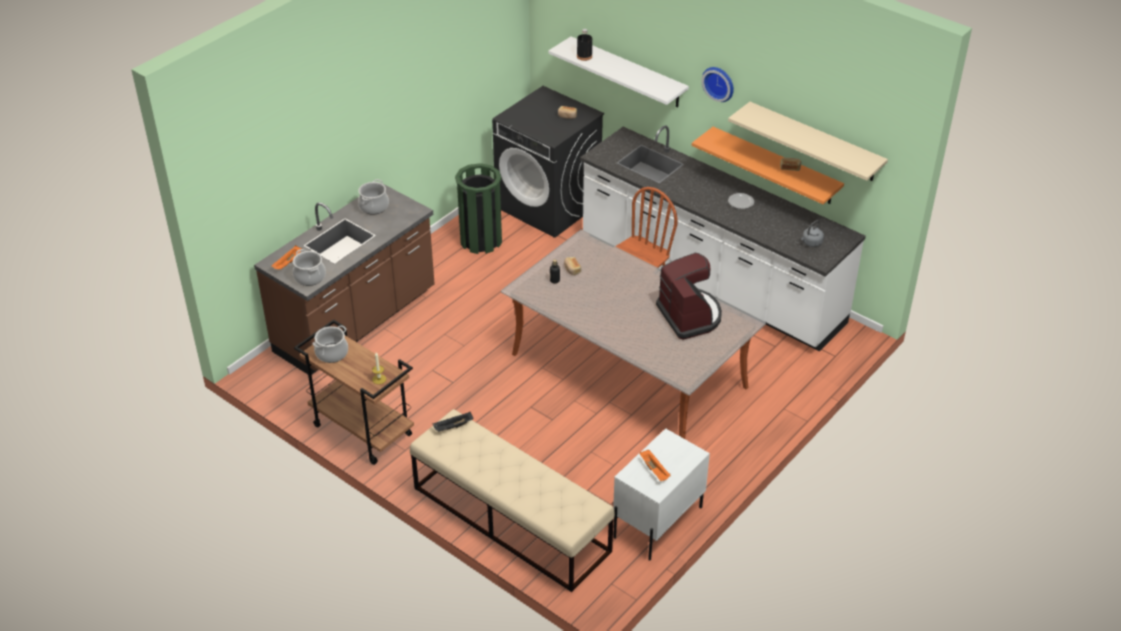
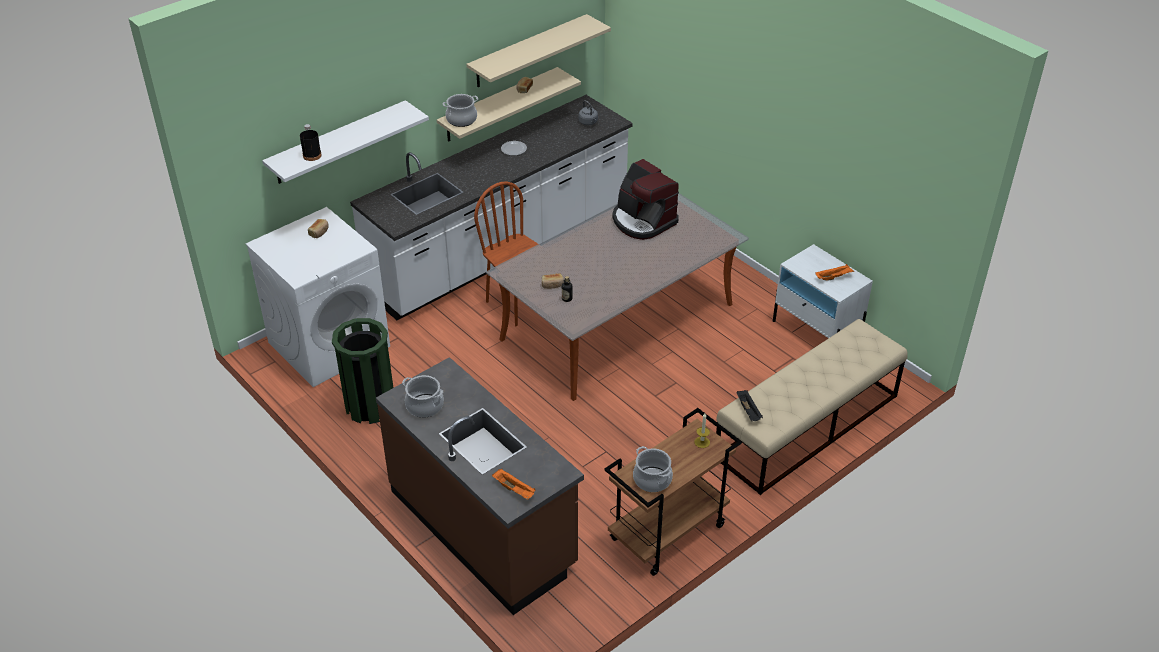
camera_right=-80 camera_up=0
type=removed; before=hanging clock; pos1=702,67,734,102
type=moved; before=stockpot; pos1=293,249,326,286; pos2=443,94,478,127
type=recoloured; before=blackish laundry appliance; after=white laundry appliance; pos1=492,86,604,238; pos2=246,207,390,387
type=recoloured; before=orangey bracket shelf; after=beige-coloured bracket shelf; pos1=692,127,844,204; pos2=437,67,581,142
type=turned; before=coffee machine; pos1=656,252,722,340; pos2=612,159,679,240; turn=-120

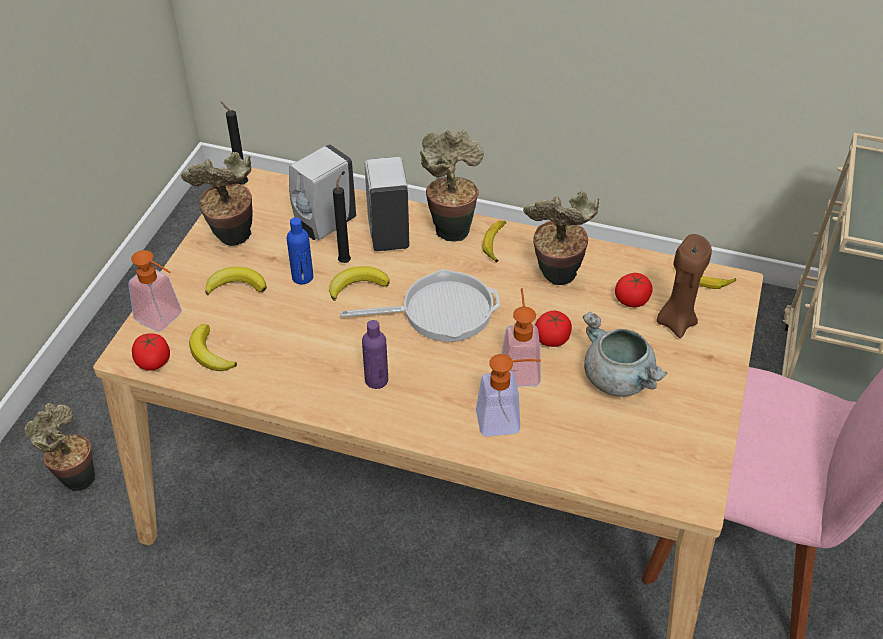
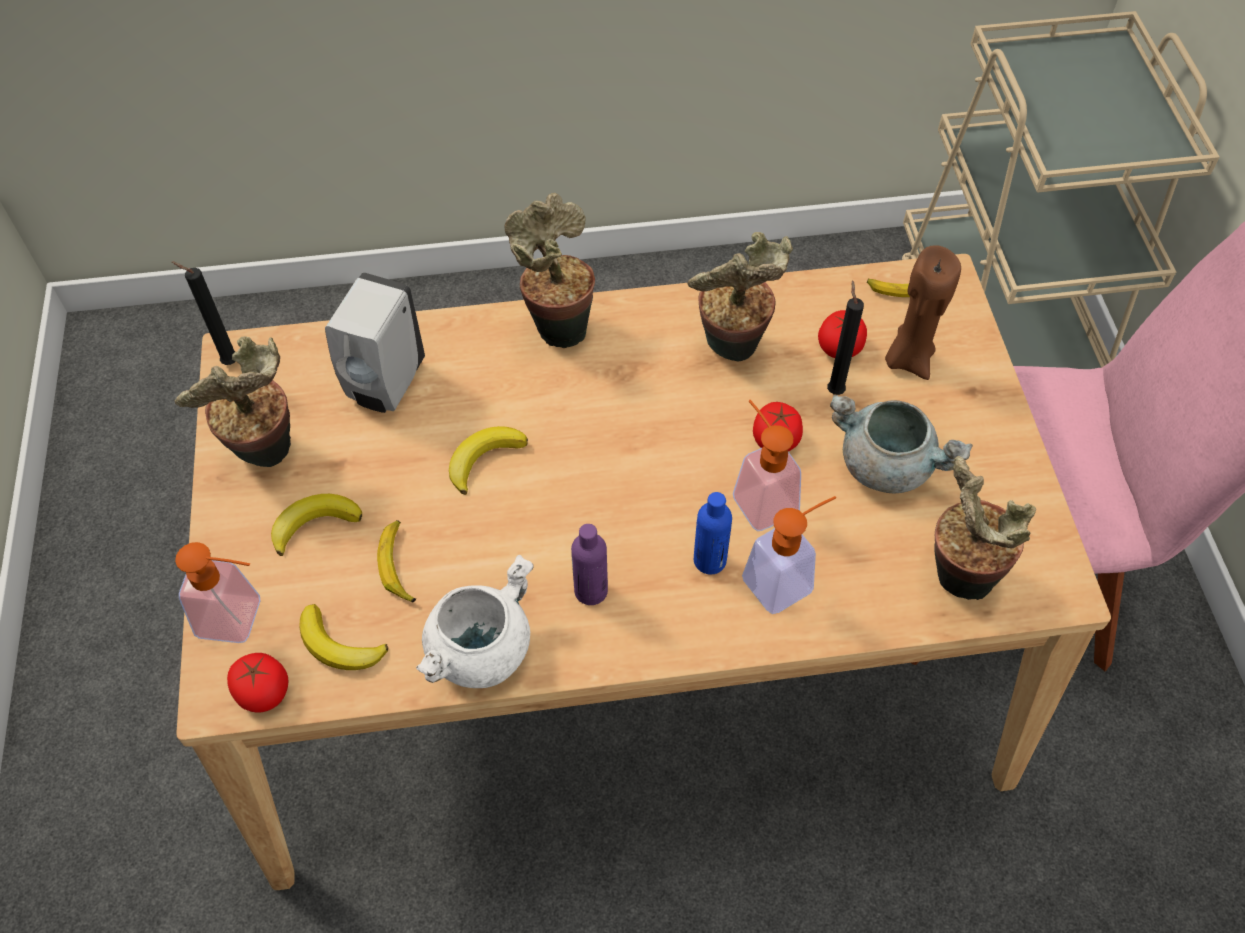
camera_right=-25 camera_up=10
type=removed; before=frying pan; pos1=340,269,501,342
type=removed; before=white liquid soap bottle; pos1=365,157,409,251
type=added; after=white stockpot; pos2=416,555,534,688
type=moved; before=houseplant; pos1=24,403,95,491; pos2=935,456,1036,600
type=moved; before=blue-coloured drink bottle; pos1=287,217,313,284; pos2=694,492,732,574
type=moved; before=blackish candle; pos1=333,174,351,263; pos2=827,280,864,395
type=moved; before=banana; pos1=483,221,506,262; pos2=377,520,416,603

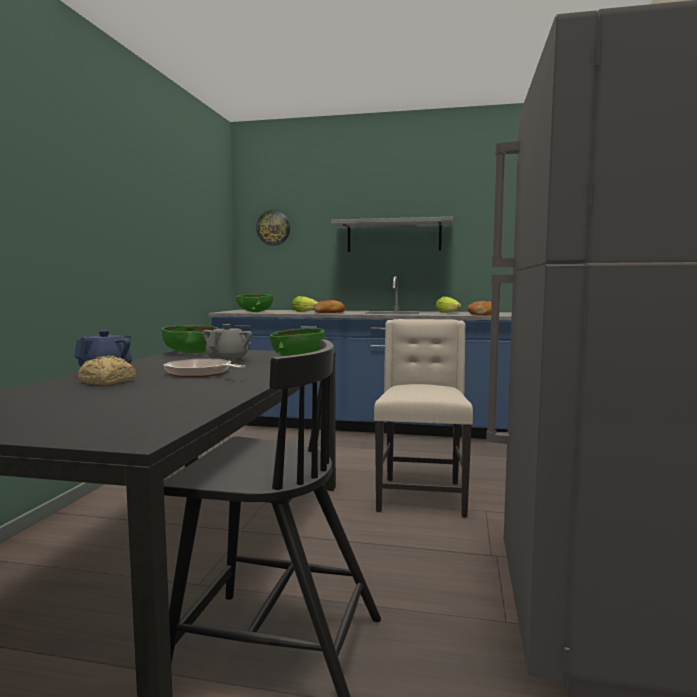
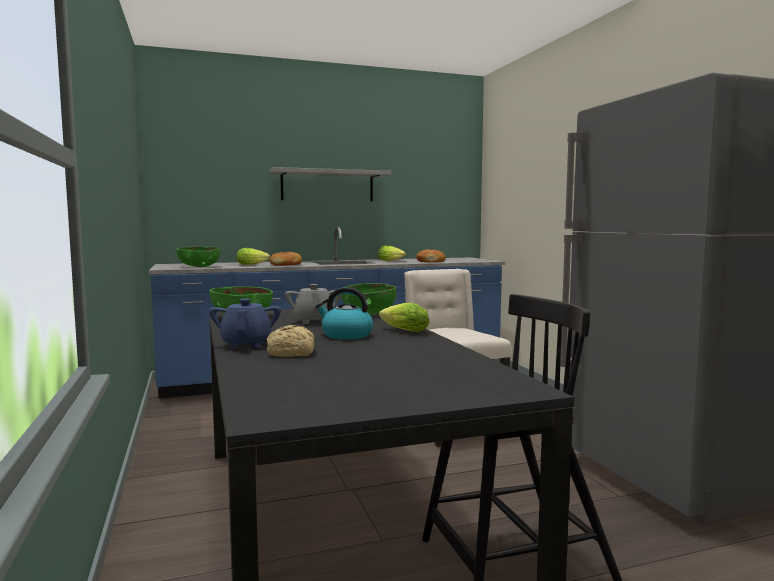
camera_right=-30 camera_up=0
type=removed; before=hanging clock; pos1=256,210,290,246
type=added; after=lettuce head; pos2=379,303,429,332
type=replaced; before=frying pan; after=tea kettle; pos1=164,359,246,377; pos2=315,287,373,340

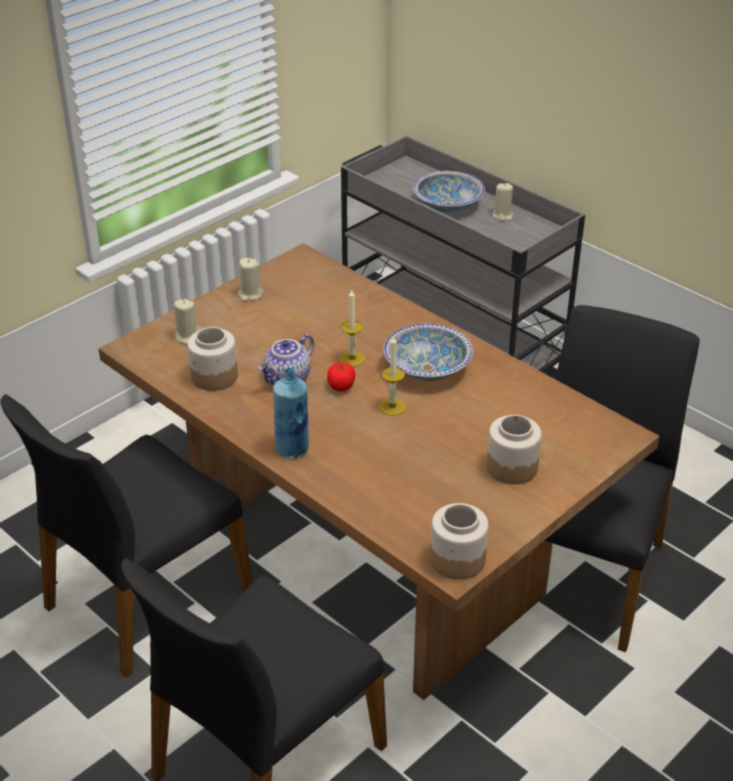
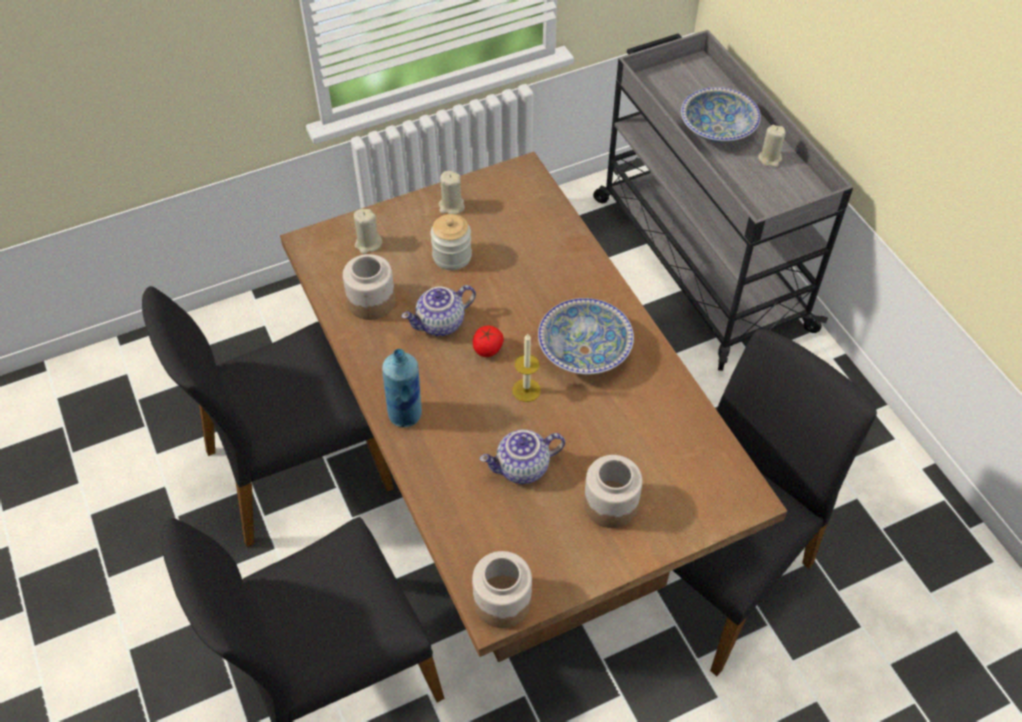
camera_right=20 camera_up=15
type=removed; before=candle; pos1=339,290,365,367
type=added; after=preserve jar; pos2=431,214,472,270
type=added; after=pot for tea; pos2=479,429,565,484

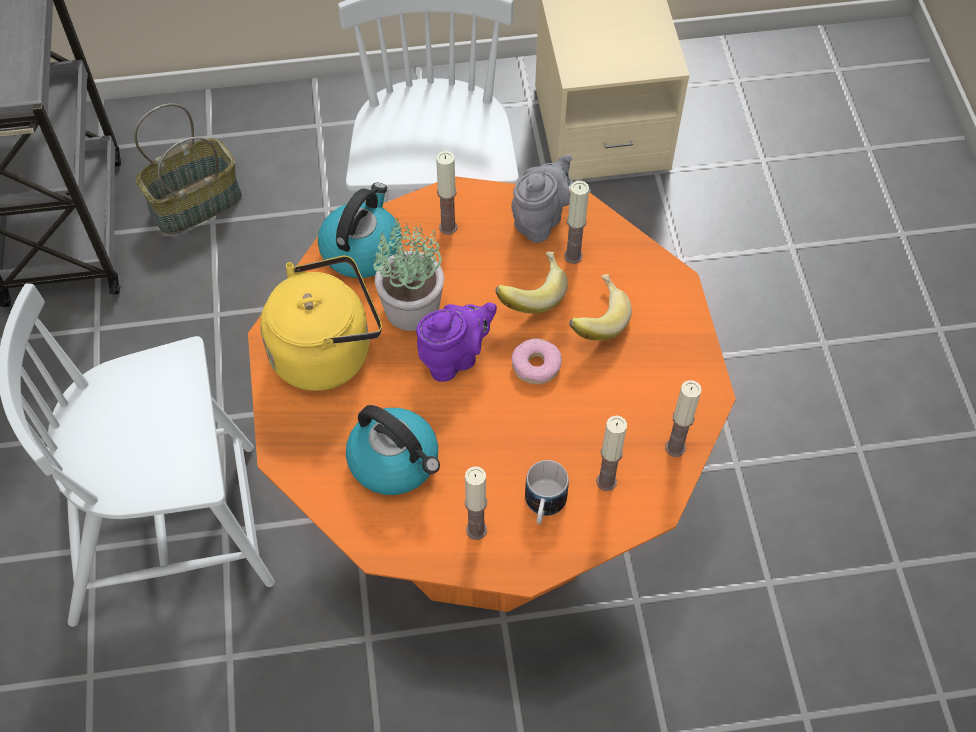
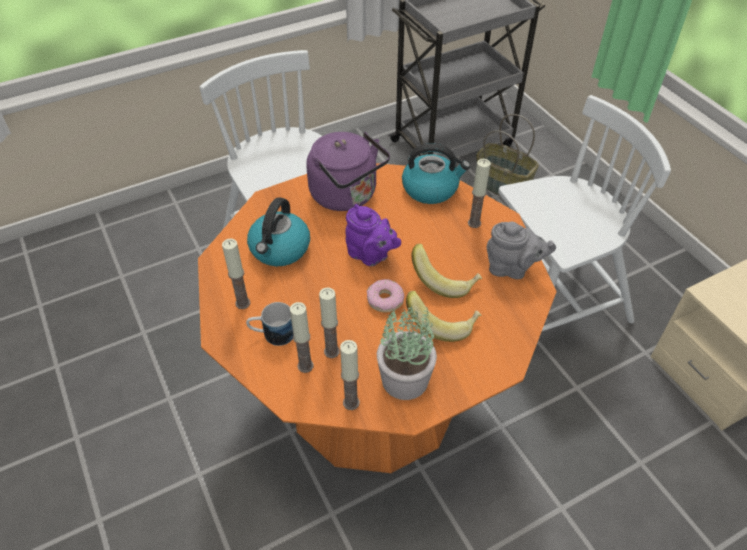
camera_right=70 camera_up=-10
type=moved; before=houseplant; pos1=374,218,444,331; pos2=377,304,437,400
type=moved; before=candle; pos1=564,181,589,264; pos2=319,287,340,358
type=recoloured; before=yellow tea kettle; after=purple-coloured tea kettle; pos1=260,255,382,391; pos2=306,132,390,211

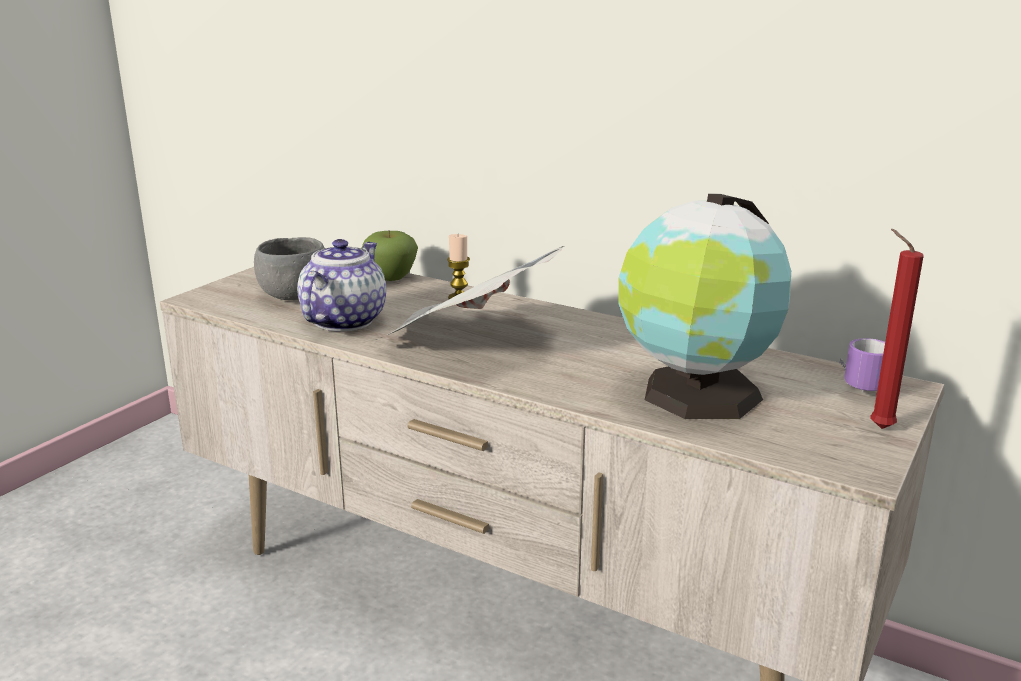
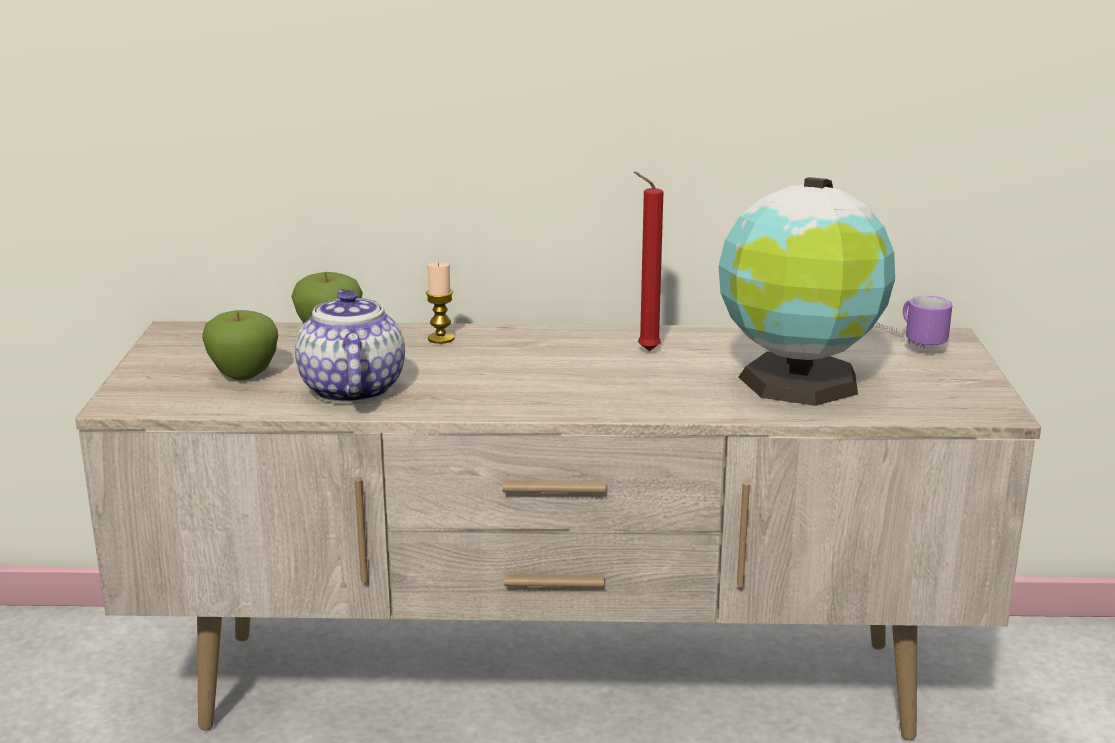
camera_right=-30 camera_up=0
type=removed; before=printed paper; pos1=376,246,564,340
type=moved; before=red candle; pos1=870,229,924,429; pos2=634,171,663,351
type=replaced; before=grey serving bowl; after=whole apple; pos1=254,237,325,300; pos2=202,310,278,380

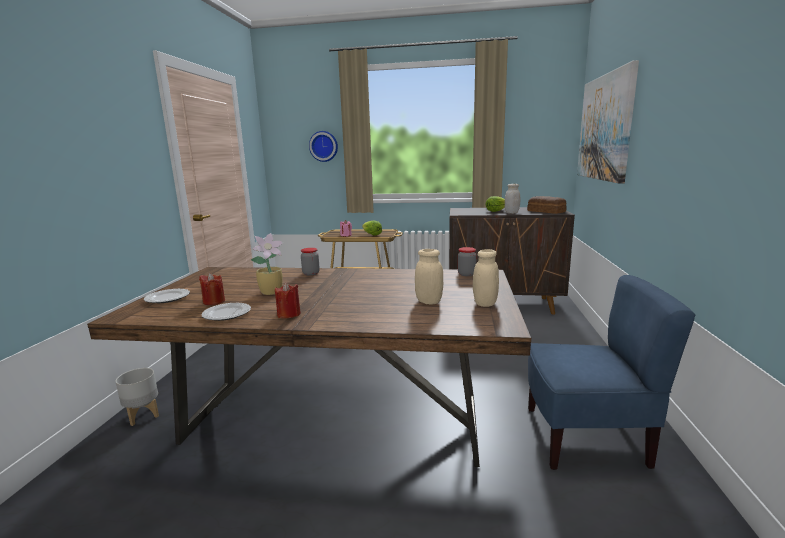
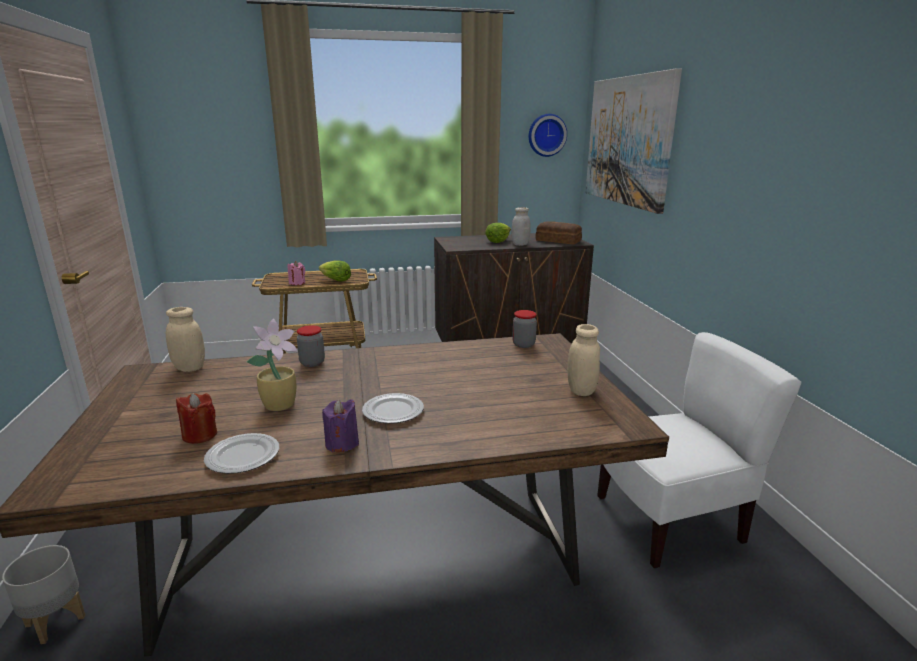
camera_right=-20 camera_up=5
type=moved; before=dinner plate; pos1=144,289,190,303; pos2=362,393,424,424
type=moved; before=hanging clock; pos1=309,131,338,162; pos2=529,114,567,157
type=moved; before=beige-coloured preserve jar; pos1=415,249,443,304; pos2=166,307,205,372
type=recoloured; before=red candle; after=purple-coloured candle; pos1=275,282,301,318; pos2=322,399,359,453
type=recoloured; before=blue-coloured plain chair; after=white plain chair; pos1=528,275,695,470; pos2=597,332,802,568

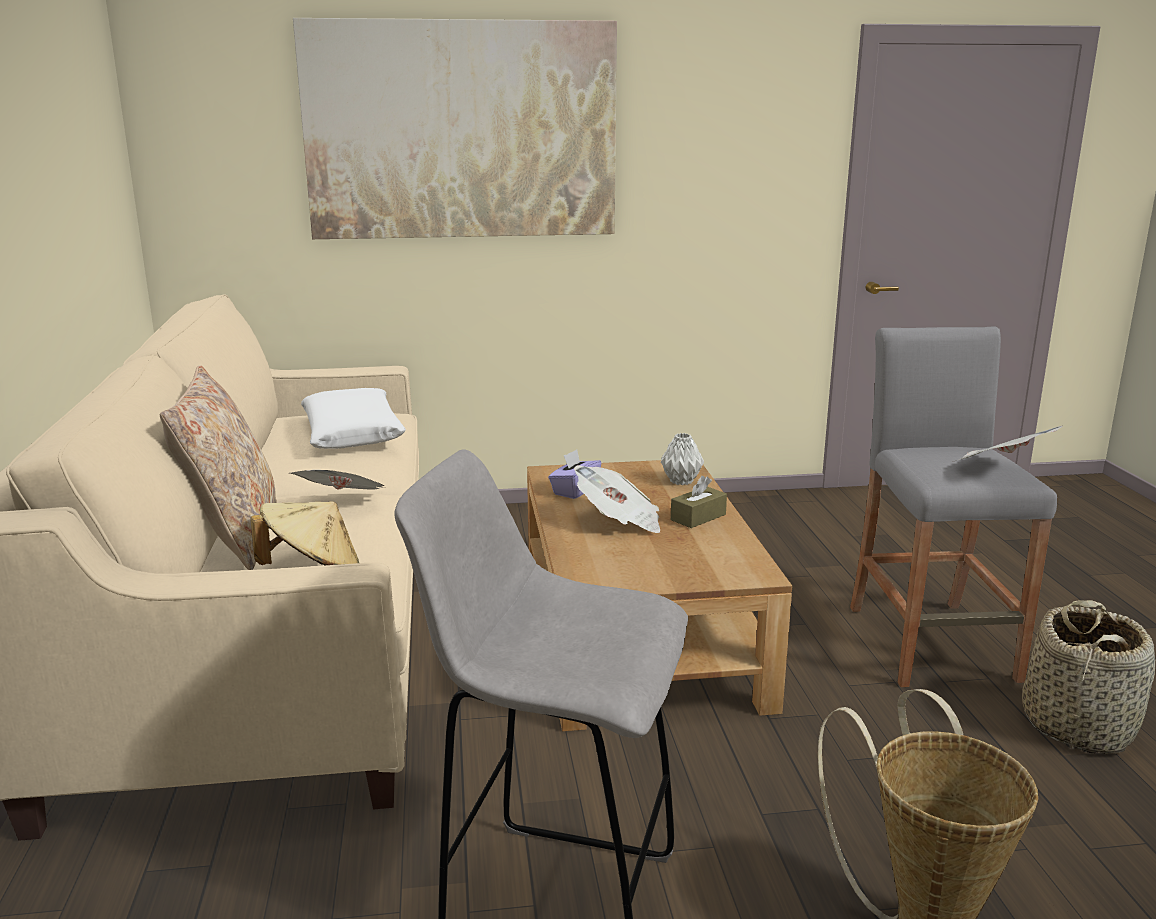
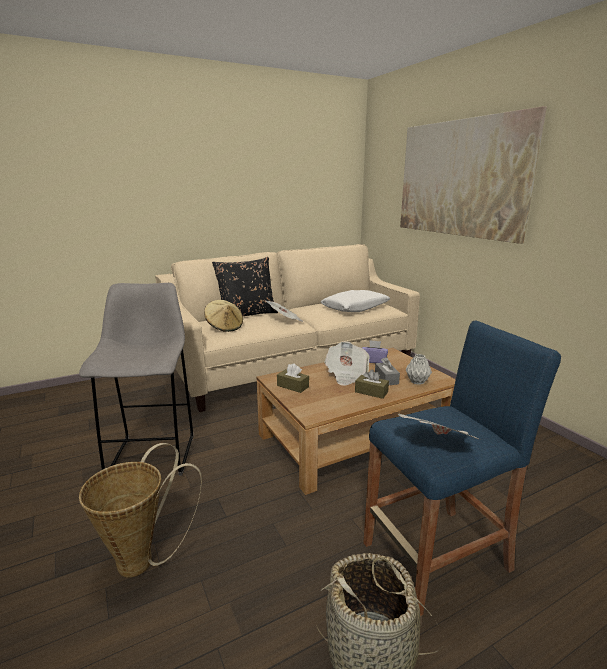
camera_right=70 camera_up=0
type=added; after=brownish tissue holder; pos2=277,363,309,393
type=added; after=grey tissue holder; pos2=375,357,400,385
type=recoloured; before=beige-coloured cushion; after=blackish cushion; pos1=160,365,277,570; pos2=212,257,278,316
type=recoloured; before=grey stool seat; after=blue-coloured stool seat; pos1=850,326,1057,687; pos2=363,321,561,616

